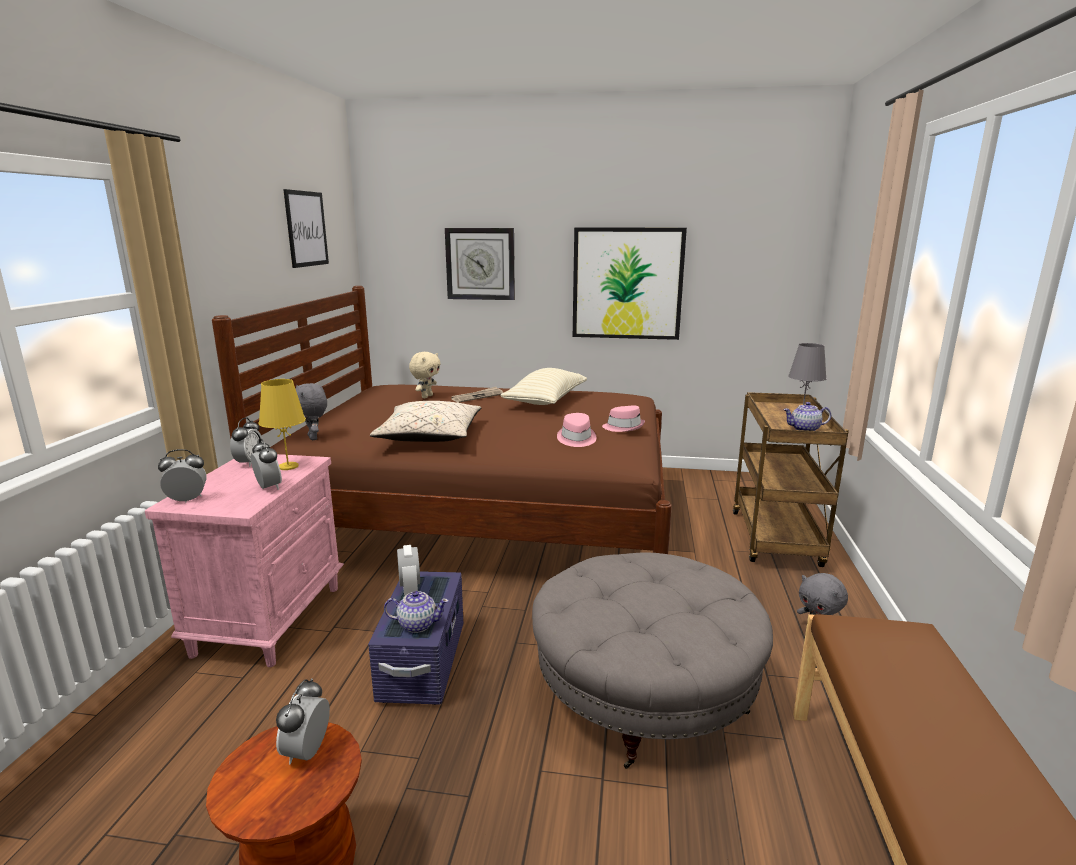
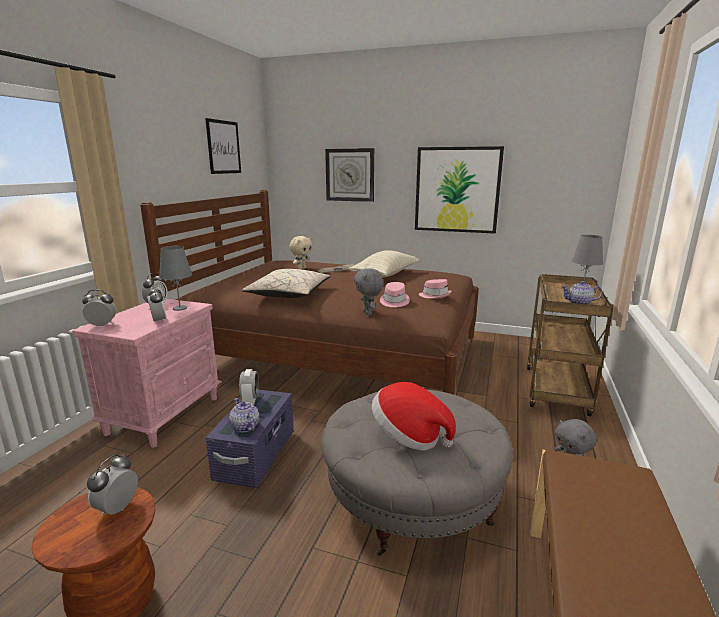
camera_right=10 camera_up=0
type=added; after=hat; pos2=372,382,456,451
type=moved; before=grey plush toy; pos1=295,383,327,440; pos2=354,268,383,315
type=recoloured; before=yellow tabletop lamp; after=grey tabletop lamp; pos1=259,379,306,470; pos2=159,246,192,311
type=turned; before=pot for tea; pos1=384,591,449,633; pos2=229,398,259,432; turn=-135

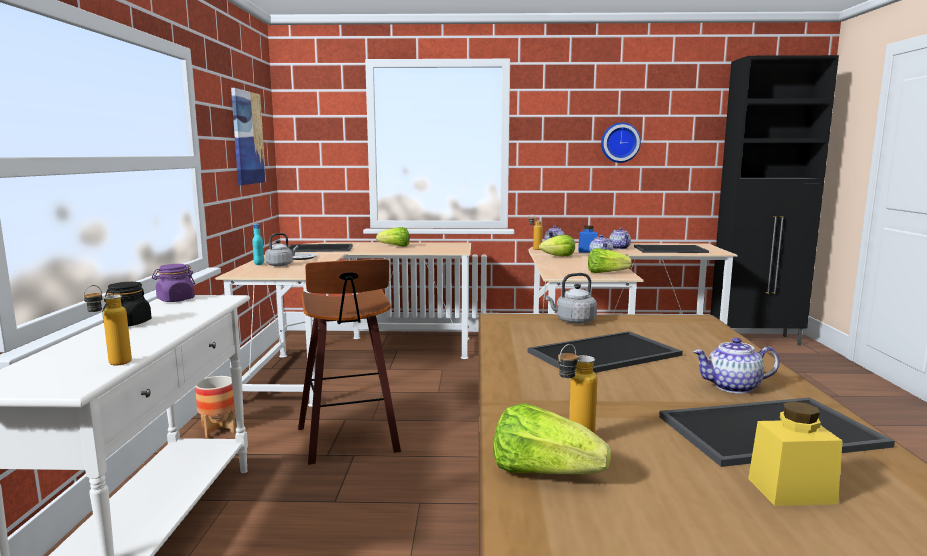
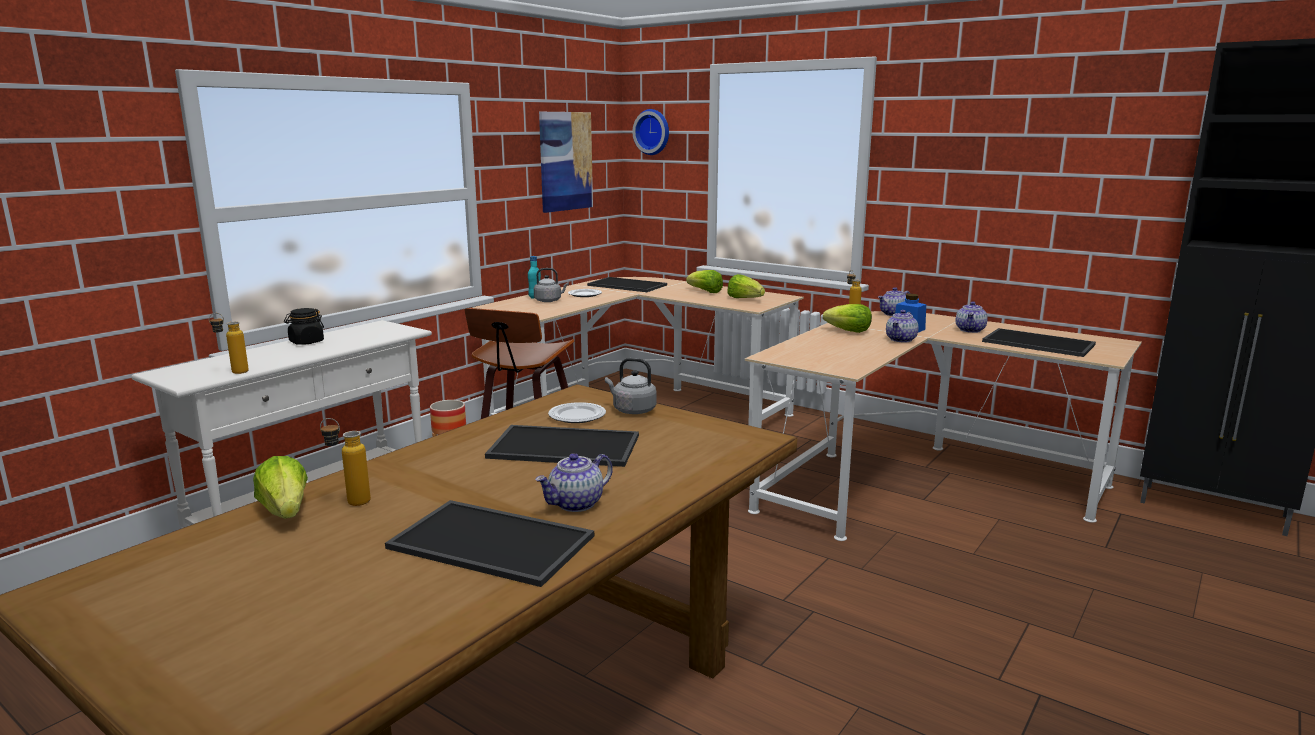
camera_right=35 camera_up=5
type=removed; before=purple-coloured preserve jar; pos1=152,264,195,302
type=removed; before=yellow preserve jar; pos1=748,401,843,506
type=added; after=dinner plate; pos2=548,402,606,423
type=moved; before=lettuce head; pos1=588,248,632,273; pos2=727,274,765,298
type=moved; before=hanging clock; pos1=601,123,641,163; pos2=632,109,669,155
type=turned; before=pot for tea; pos1=693,337,779,394; pos2=535,453,613,512; turn=-75

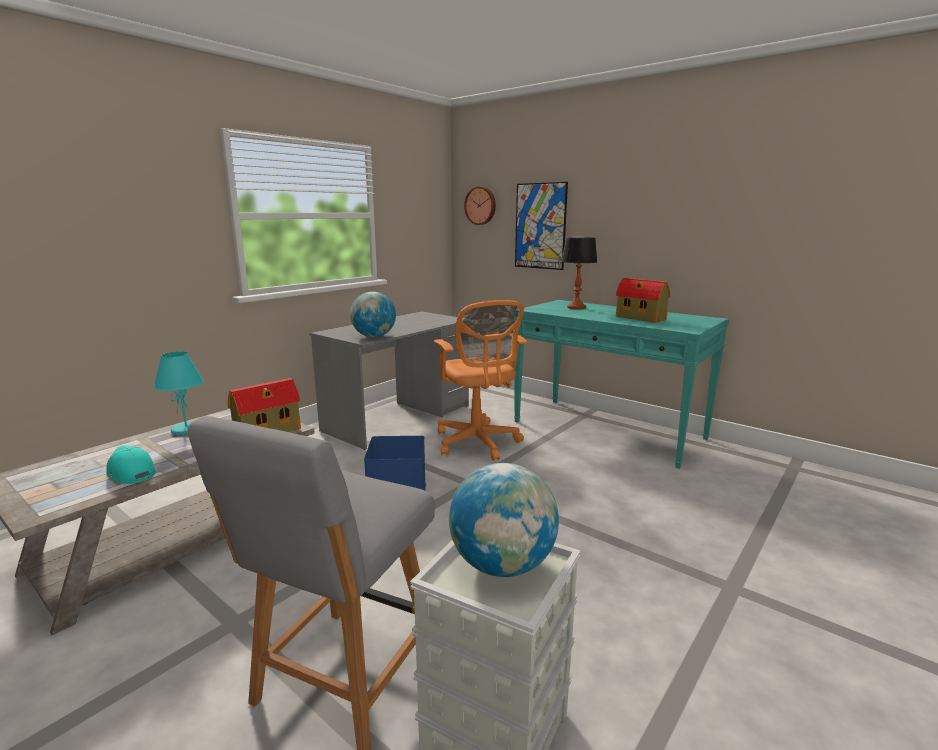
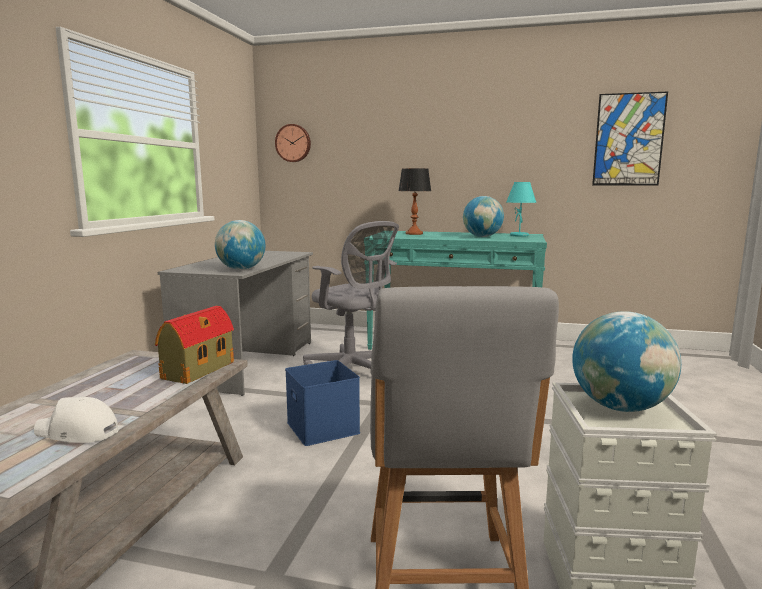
camera_right=-25 camera_up=-5
type=moved; before=turquoise tabletop lamp; pos1=153,351,204,436; pos2=506,182,536,237
type=moved; before=picture; pos1=515,182,568,270; pos2=592,92,668,186
type=replaced; before=miniature house; after=world globe; pos1=616,278,670,323; pos2=463,196,504,237
type=recoloured; before=turquoise peaked cap; after=white peaked cap; pos1=106,445,156,484; pos2=34,397,118,443
type=recoloured; before=orangey desk chair; after=grey desk chair; pos1=434,300,527,461; pos2=303,221,399,369

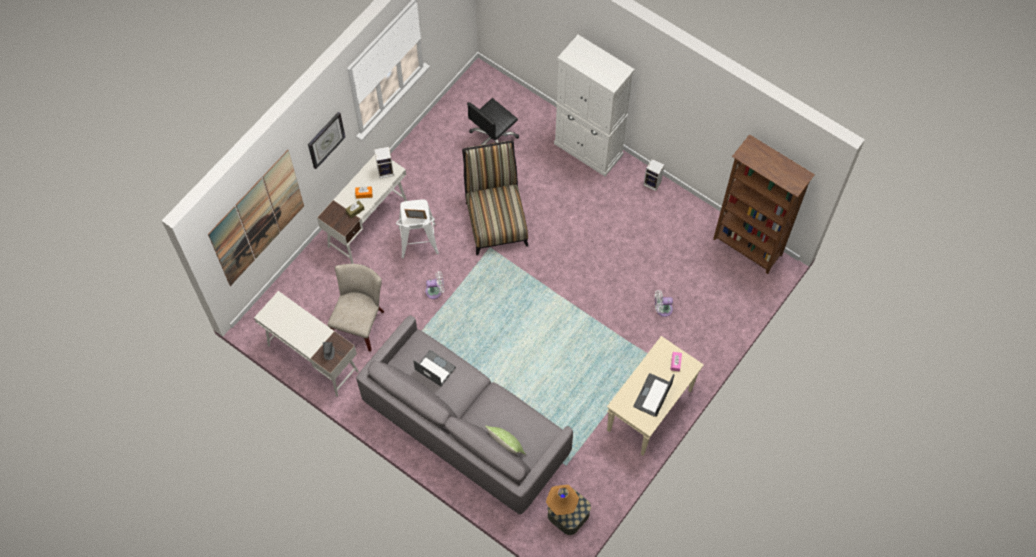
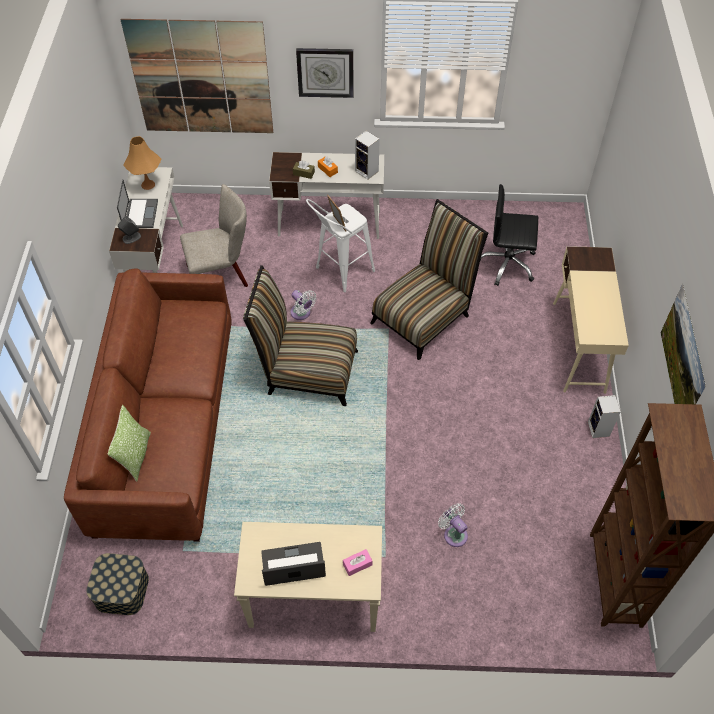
camera_right=55 camera_up=-10
type=added; after=plain chair; pos2=243,265,358,406
type=added; after=picture; pos2=661,284,706,404
type=moved; before=portable computer; pos1=413,350,456,387; pos2=117,180,158,228
type=moved; before=orangey tabletop lamp; pos1=546,485,579,515; pos2=123,136,161,190
type=replaced; before=white cabinet; after=beige-coloured desk; pos1=554,35,635,176; pos2=553,246,629,394
type=recoloured; before=grey settee; after=brownish settee; pos1=356,315,573,514; pos2=64,269,232,542

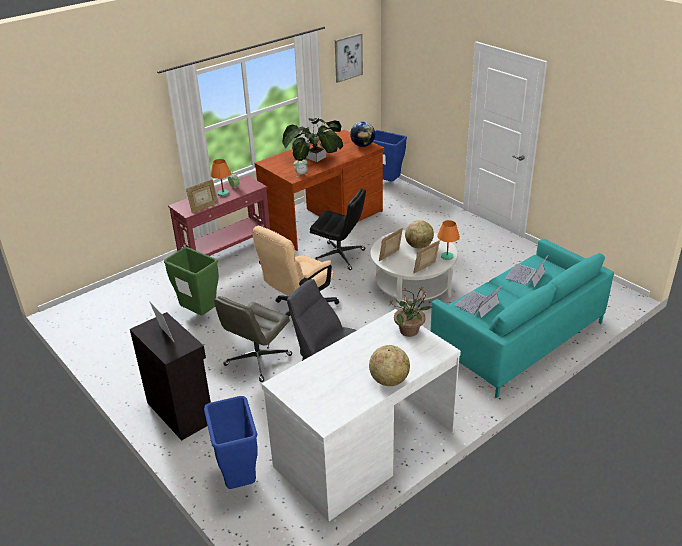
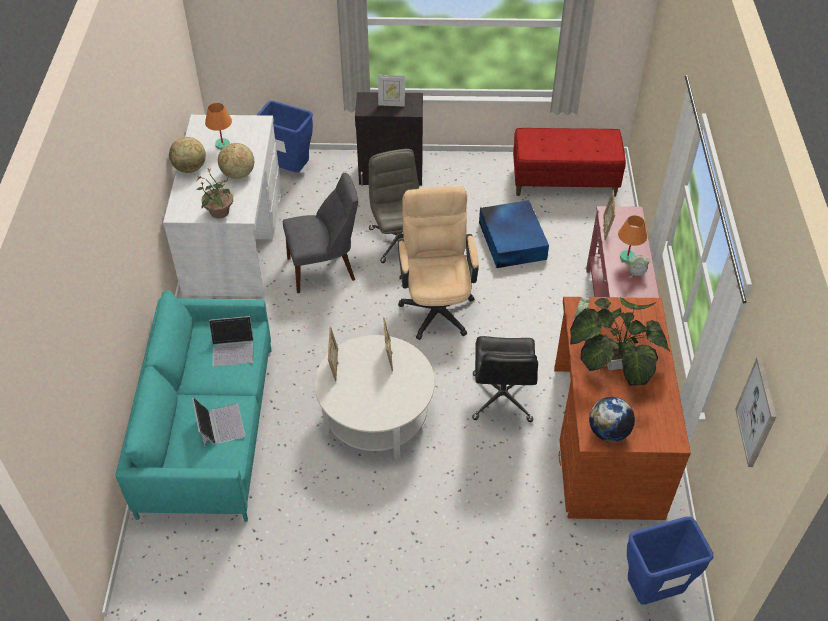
camera_right=130 camera_up=15
type=added; after=red indoor bench; pos2=513,128,626,197
type=moved; before=world globe; pos1=405,220,434,249; pos2=218,143,254,179
type=moved; before=orangey tabletop lamp; pos1=437,220,460,260; pos2=205,103,232,149
type=replaced; before=green-coloured rubbish bin; after=blue-coloured storage container; pos1=164,247,219,315; pos2=479,200,549,268
type=turned; before=blackish desk chair; pos1=310,189,366,270; pos2=472,336,538,422; turn=-60
type=turned; before=portable computer; pos1=454,285,502,318; pos2=209,316,254,367; turn=90

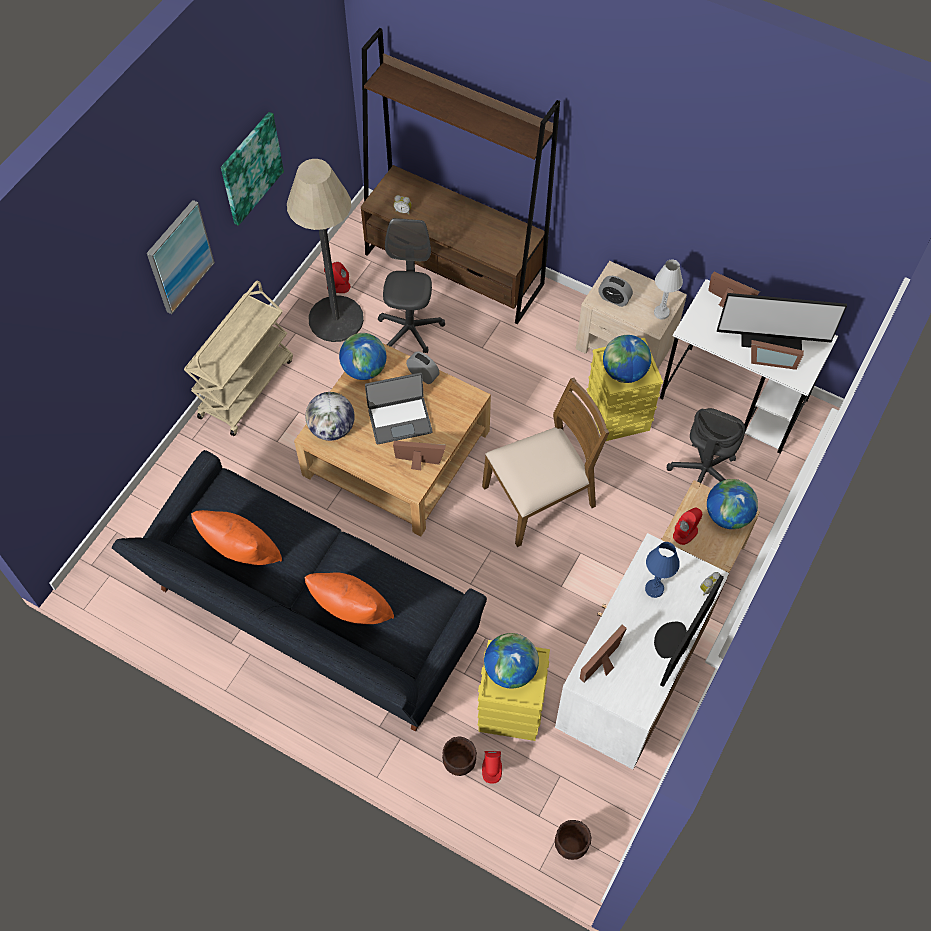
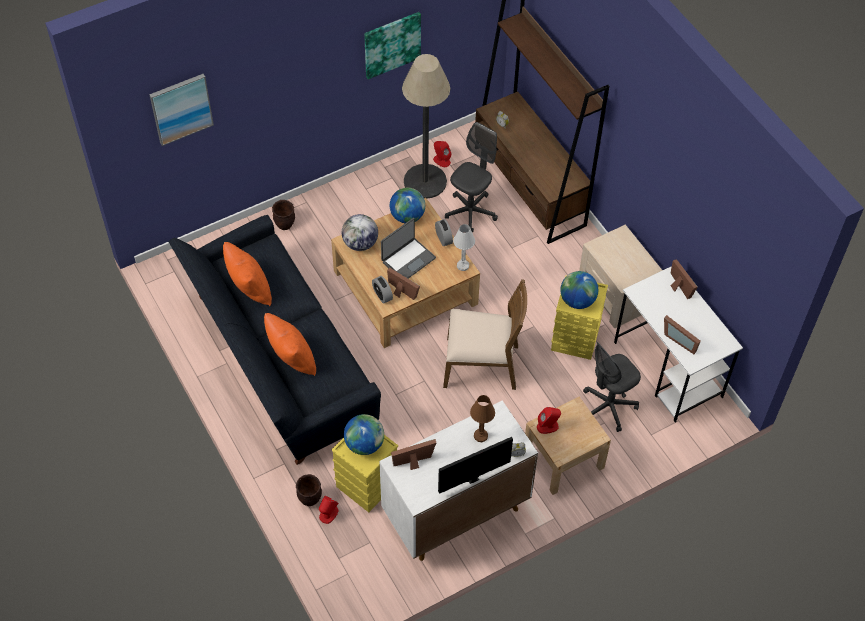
camera_right=30 camera_up=-5
type=removed; before=beige-coloured trolley; pos1=184,281,293,436
type=removed; before=world globe; pos1=707,479,758,529
type=removed; before=computer display; pos1=717,293,847,350
type=moved; before=picture; pos1=147,200,215,314; pos2=149,74,214,146
type=moved; before=brownish plant pot; pos1=555,820,592,860; pos2=272,200,295,230
type=moved; before=alarm clock; pos1=598,276,633,307; pos2=372,276,393,304
type=moved; before=white tabletop lamp; pos1=654,259,683,319; pos2=453,224,475,271
type=recoloured; before=blue-coloured tabletop lamp; after=brownish tabletop lamp; pos1=645,542,680,598; pos2=470,395,495,442
type=turned; before=portable computer; pos1=365,373,433,444; pos2=381,218,436,279; turn=-60

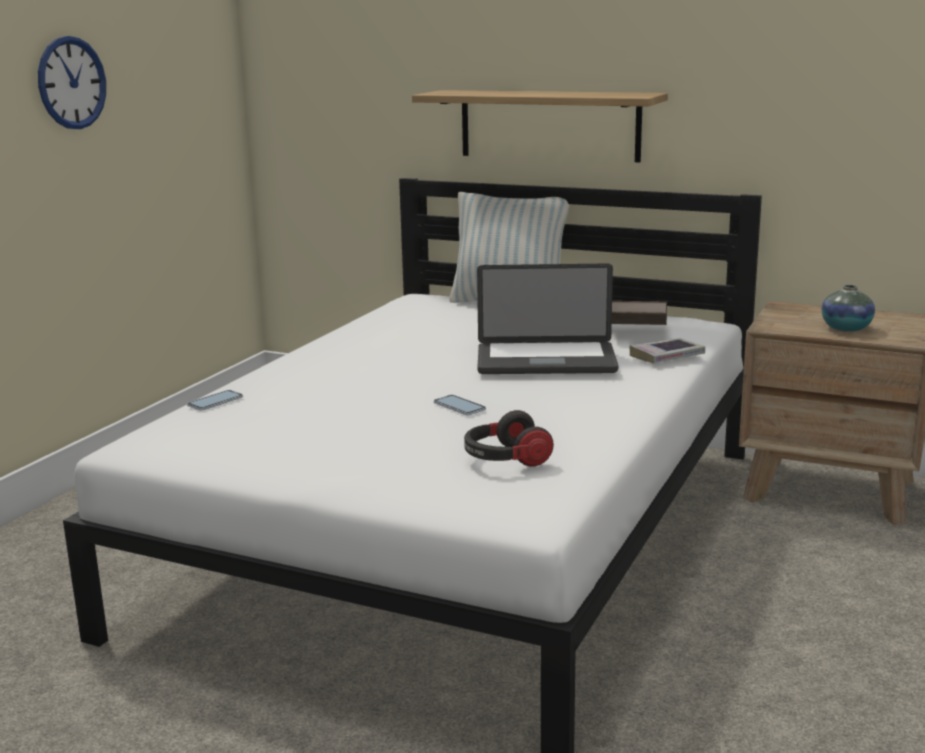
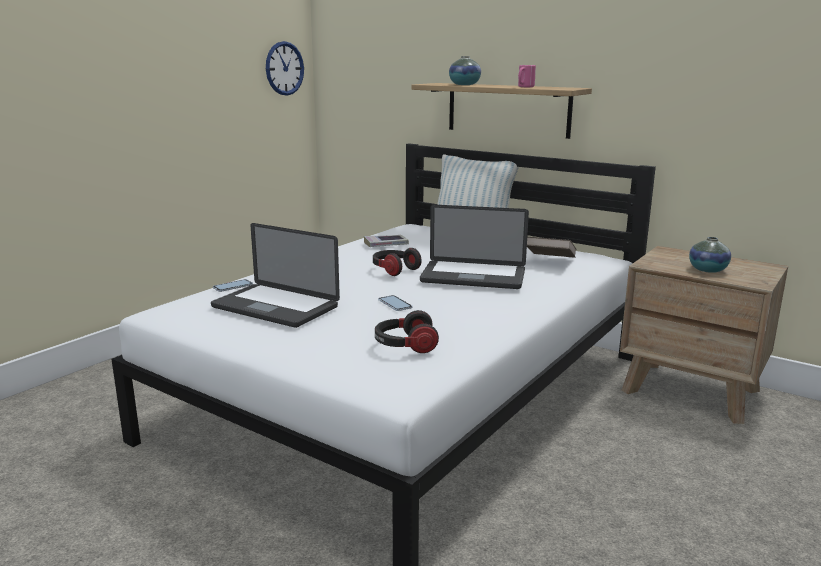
camera_right=10 camera_up=0
type=added; after=portable computer; pos2=211,223,340,328
type=added; after=pair of headphones; pos2=373,248,422,276
type=added; after=decorative vase; pos2=449,56,481,85
type=added; after=pink-coloured mug; pos2=518,65,536,87
type=moved; before=hanging clock; pos1=38,36,106,129; pos2=266,41,304,96
type=moved; before=book; pos1=629,338,705,363; pos2=364,235,409,247

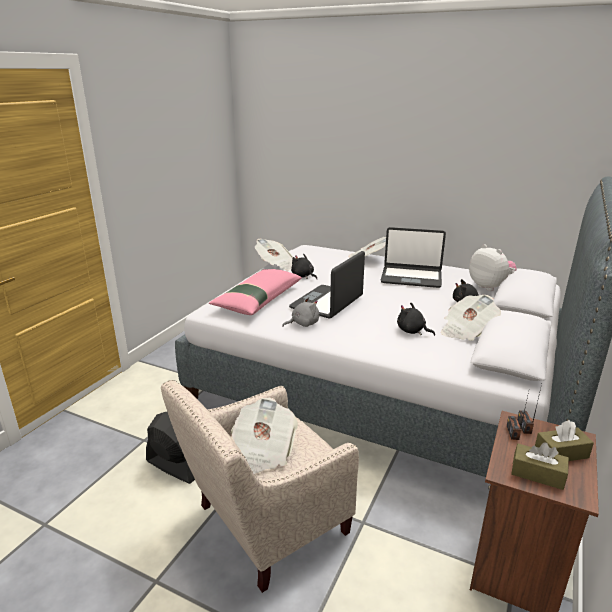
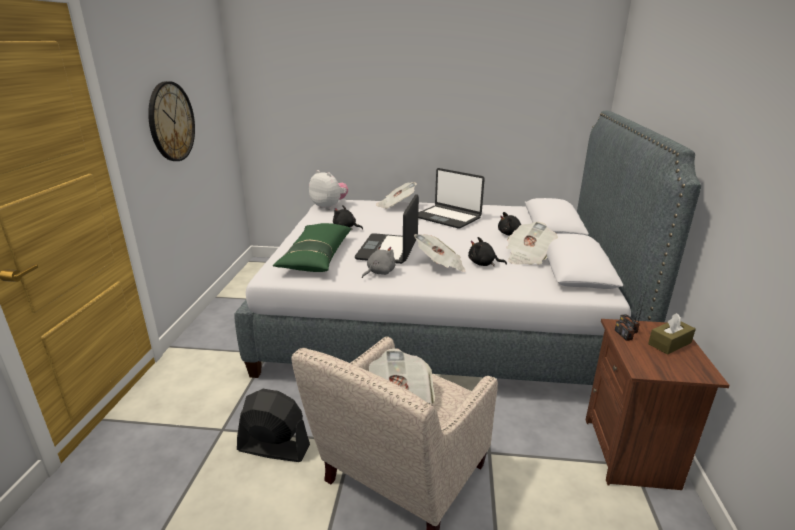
camera_right=-20 camera_up=0
type=removed; before=brownish tissue holder; pos1=511,442,569,490
type=added; after=hanging clock; pos2=148,81,195,161
type=moved; before=printed paper; pos1=255,239,293,271; pos2=414,234,465,272
type=moved; before=plush toy; pos1=469,244,517,291; pos2=309,170,348,210
type=recoloured; before=pink-coloured cushion; after=green-coloured cushion; pos1=209,269,302,315; pos2=273,223,351,272
type=turned; before=portable computer; pos1=381,227,446,288; pos2=418,168,485,229; turn=45

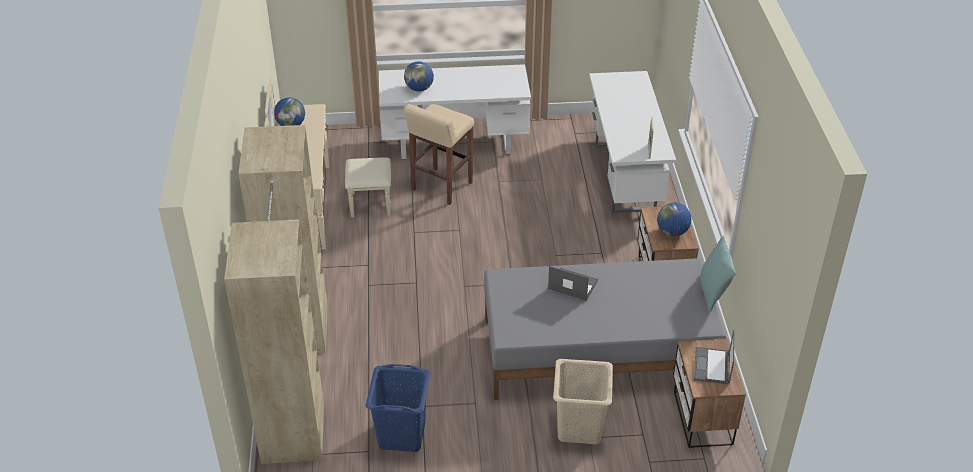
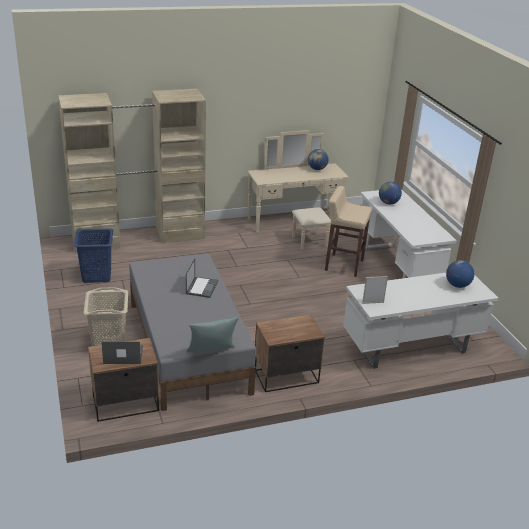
camera_right=75 camera_up=-10
type=moved; before=world globe; pos1=657,202,691,236; pos2=446,260,474,288

